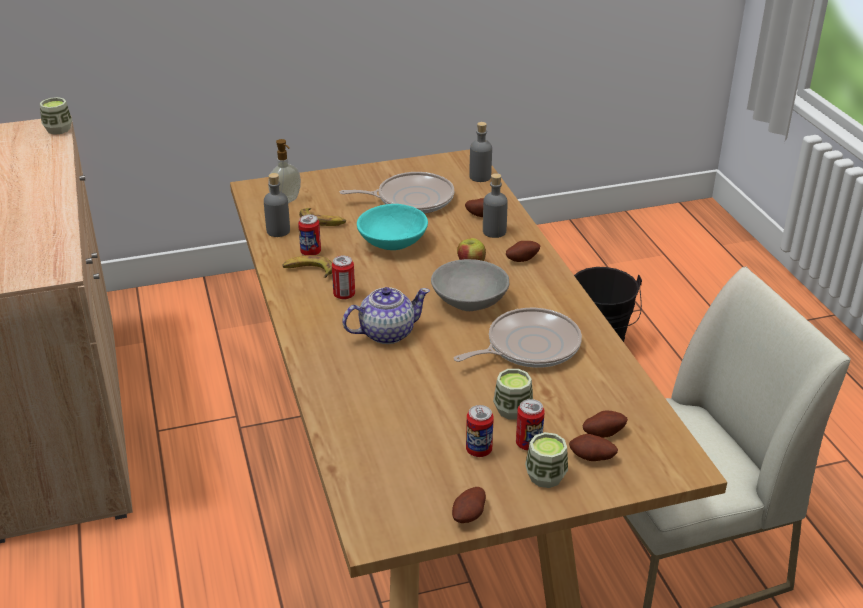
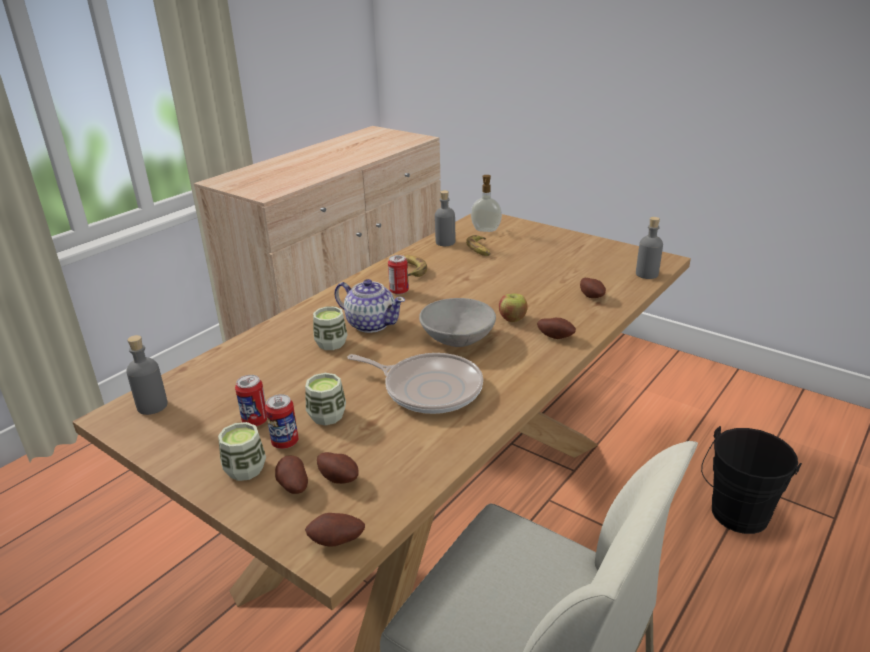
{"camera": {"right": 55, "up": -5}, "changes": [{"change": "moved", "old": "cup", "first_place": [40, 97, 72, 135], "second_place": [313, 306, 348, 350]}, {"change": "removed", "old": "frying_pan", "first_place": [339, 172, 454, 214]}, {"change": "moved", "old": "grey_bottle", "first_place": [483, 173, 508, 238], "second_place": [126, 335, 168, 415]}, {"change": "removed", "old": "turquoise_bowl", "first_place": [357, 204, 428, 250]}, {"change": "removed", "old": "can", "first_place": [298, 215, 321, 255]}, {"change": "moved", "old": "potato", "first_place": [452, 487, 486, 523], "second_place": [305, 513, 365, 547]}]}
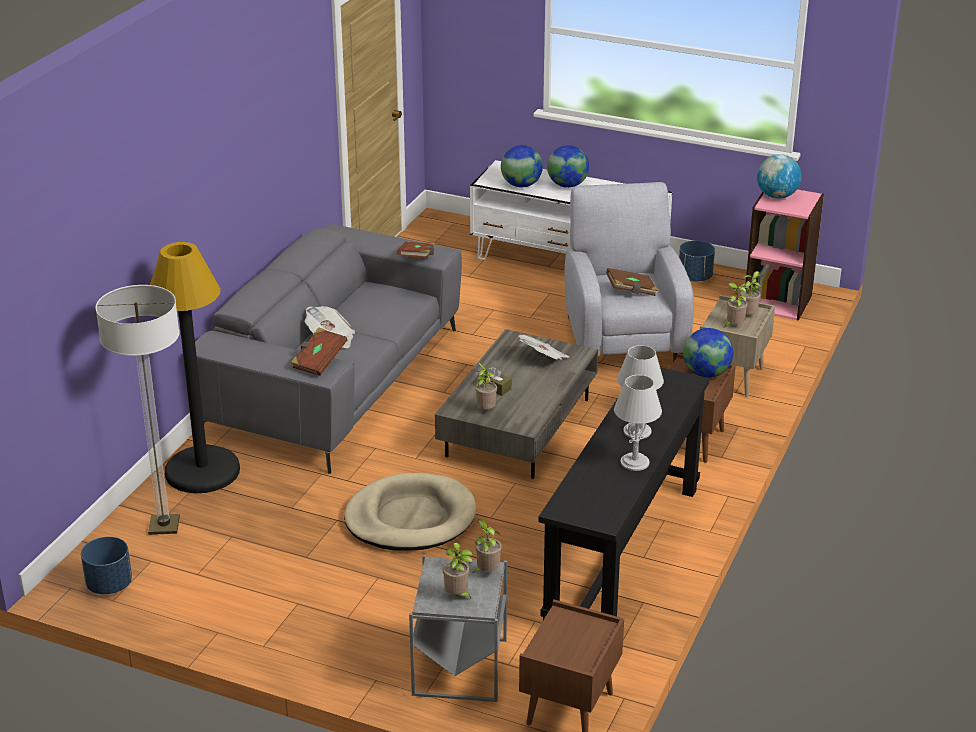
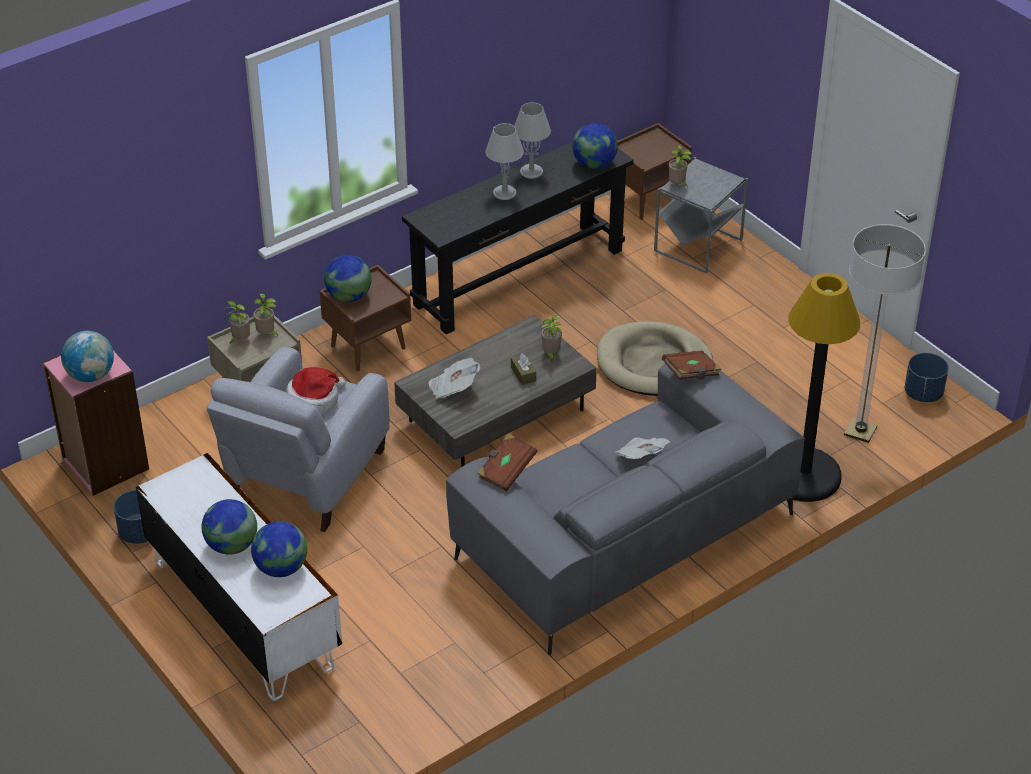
{"camera": {"right": -150, "up": 10}, "changes": [{"change": "replaced", "old": "brown_book", "new": "hat", "first_place": [606, 268, 658, 296], "second_place": [286, 367, 346, 414]}, {"change": "removed", "old": "potted_plant", "first_place": [443, 543, 473, 600]}, {"change": "added", "new": "globe", "second_place": [572, 123, 618, 169]}]}
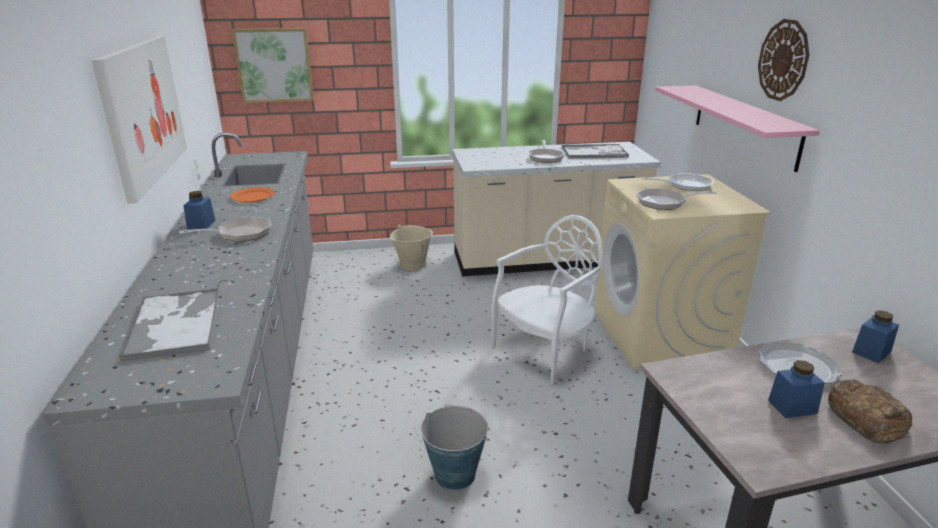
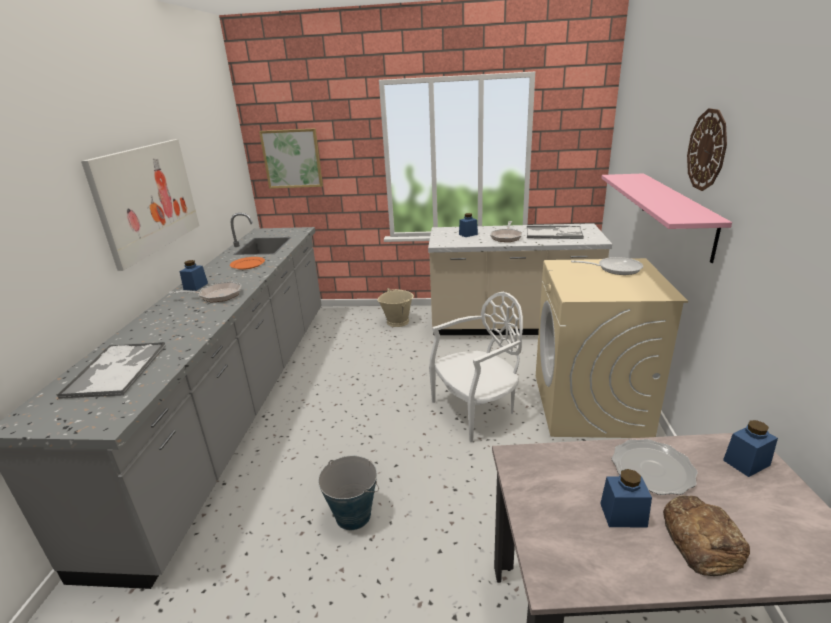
{"camera": {"right": 15, "up": 0}, "changes": [{"change": "removed", "old": "frying_pan", "first_place": [636, 189, 717, 210]}, {"change": "added", "new": "blue_jar", "second_place": [459, 213, 478, 237]}]}
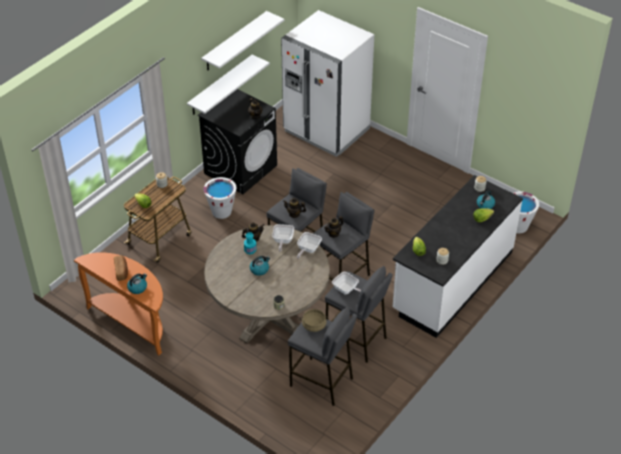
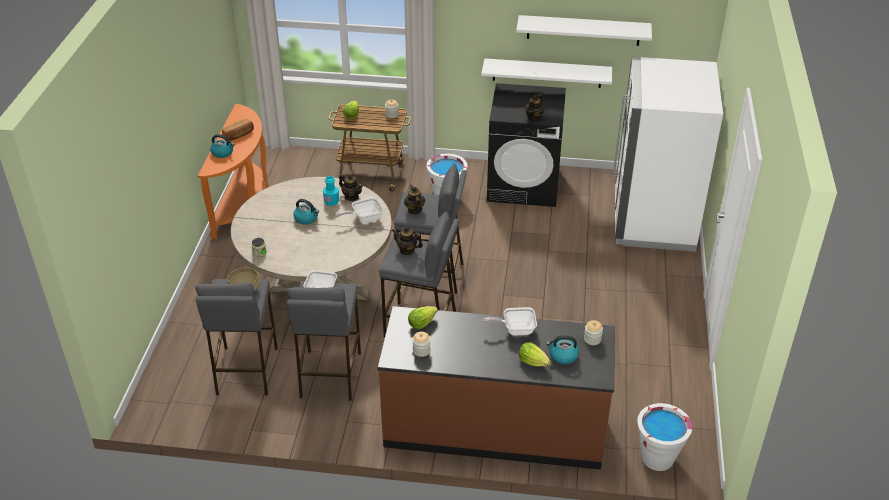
{"camera": {"right": 60, "up": -5}, "changes": [{"change": "recoloured", "old": "white_counter", "new": "brown_counter", "first_place": [393, 175, 523, 338], "second_place": [377, 306, 615, 470]}, {"change": "moved", "old": "frying_pan", "first_place": [297, 232, 322, 259], "second_place": [482, 307, 537, 336]}]}
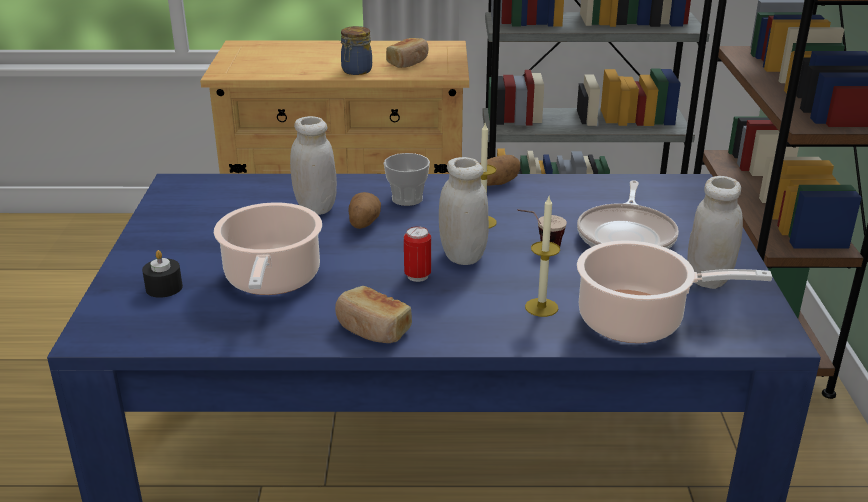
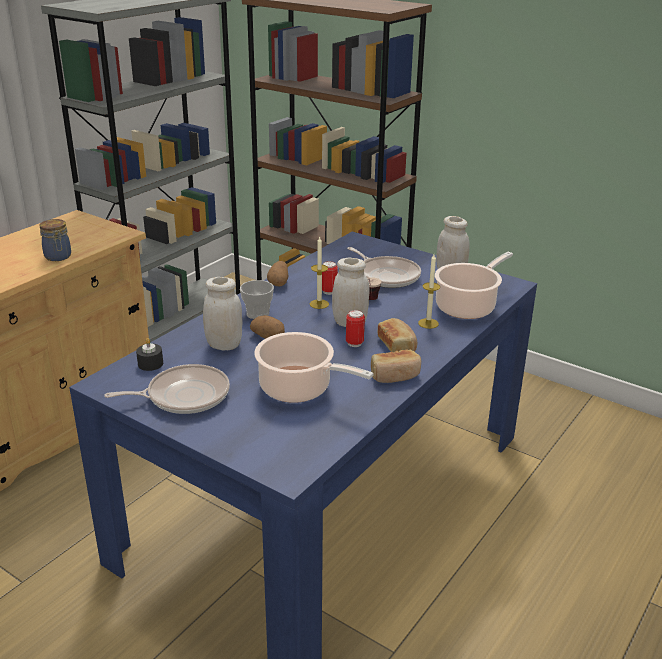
{"camera": {"right": -55, "up": 0}, "changes": [{"change": "moved", "old": "bread", "first_place": [386, 38, 429, 68], "second_place": [378, 318, 417, 353]}, {"change": "moved", "old": "black_candle", "first_place": [142, 250, 183, 298], "second_place": [136, 338, 163, 371]}, {"change": "added", "new": "can", "second_place": [322, 261, 338, 295]}, {"change": "added", "new": "frying_pan", "second_place": [104, 364, 230, 414]}]}
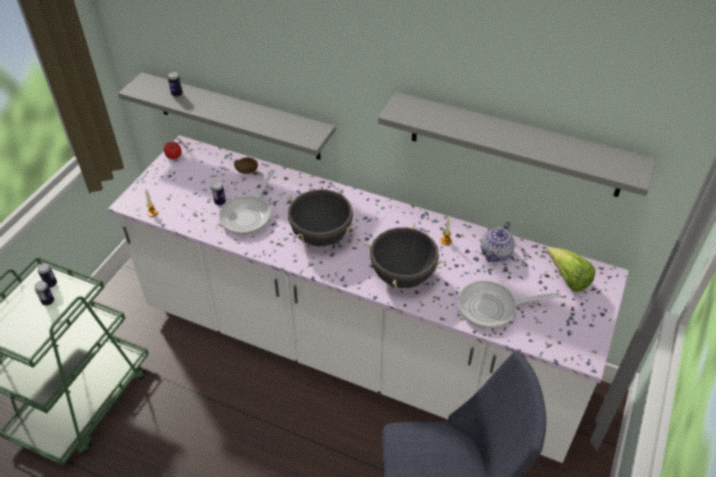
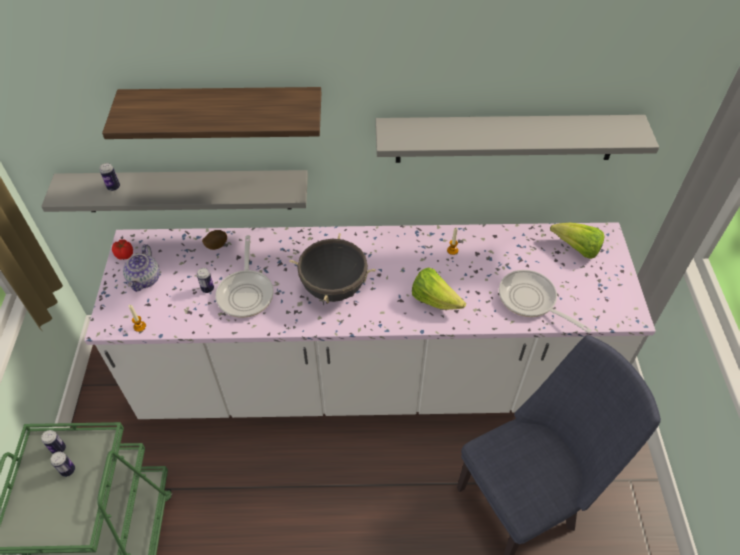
{"camera": {"right": -25, "up": 5}, "changes": [{"change": "moved", "old": "teapot", "first_place": [481, 221, 515, 262], "second_place": [123, 244, 160, 292]}, {"change": "replaced", "old": "black_cooking_pot", "new": "lettuce", "first_place": [363, 223, 447, 289], "second_place": [412, 267, 466, 310]}, {"change": "turned", "old": "frying_pan", "first_place": [458, 281, 560, 328], "second_place": [499, 270, 592, 333], "degrees": 75}, {"change": "added", "new": "shelf", "second_place": [102, 87, 321, 139]}]}
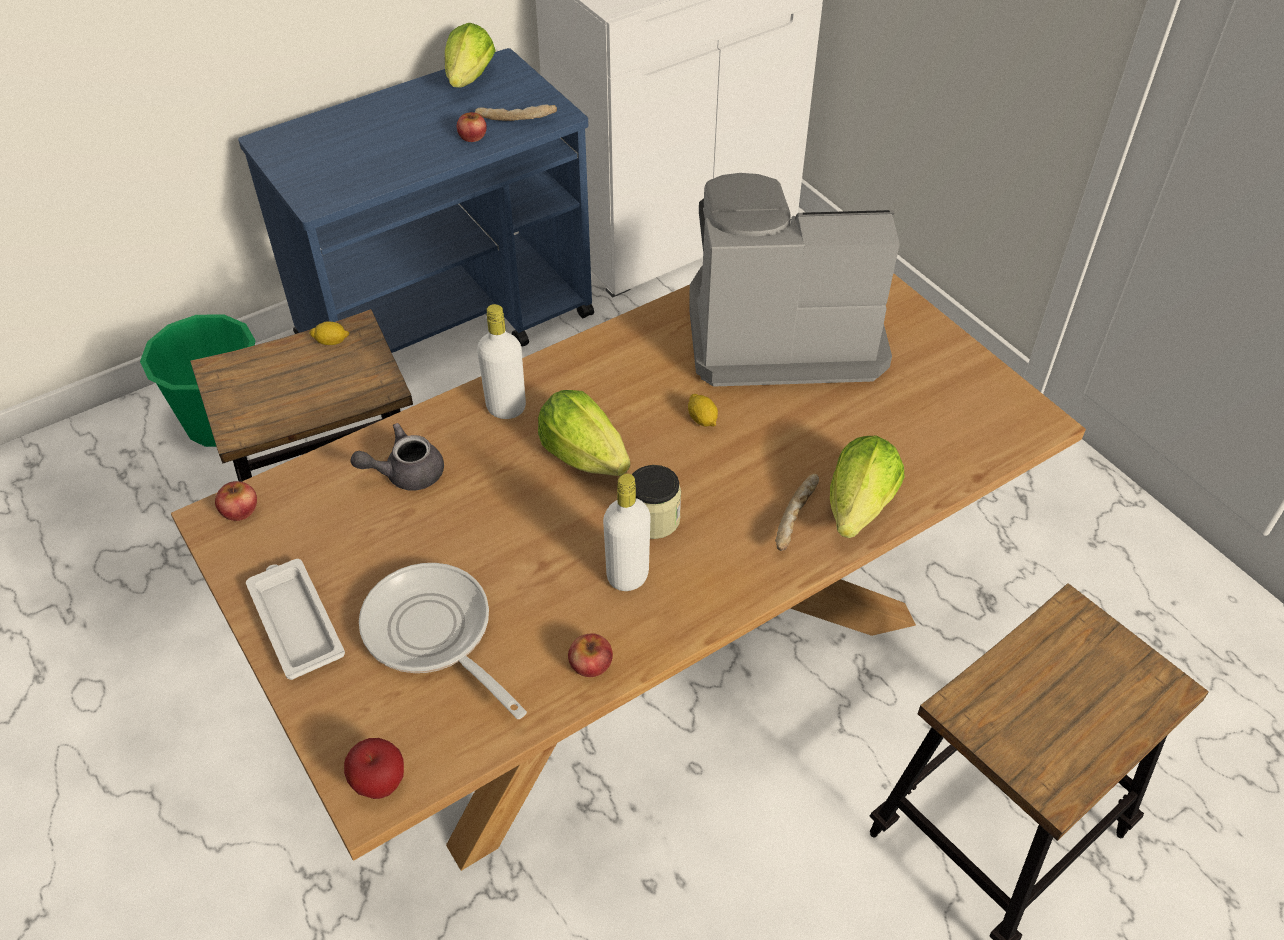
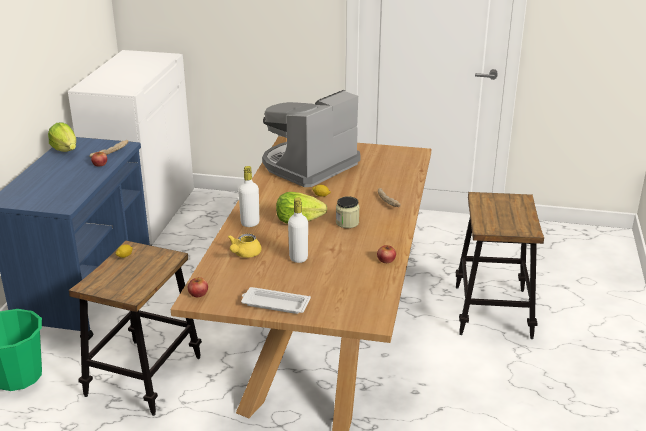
{"camera": {"right": -45, "up": -20}, "changes": [{"change": "recoloured", "old": "grey_teapot", "new": "yellow_teapot", "first_place": [350, 423, 444, 491], "second_place": [228, 234, 262, 258]}, {"change": "removed", "old": "lettuce", "first_place": [830, 436, 904, 538]}, {"change": "moved", "old": "white_bottle", "first_place": [603, 473, 651, 591], "second_place": [288, 198, 308, 263]}, {"change": "removed", "old": "frying_pan", "first_place": [359, 563, 527, 719]}, {"change": "removed", "old": "apple", "first_place": [344, 738, 404, 799]}]}
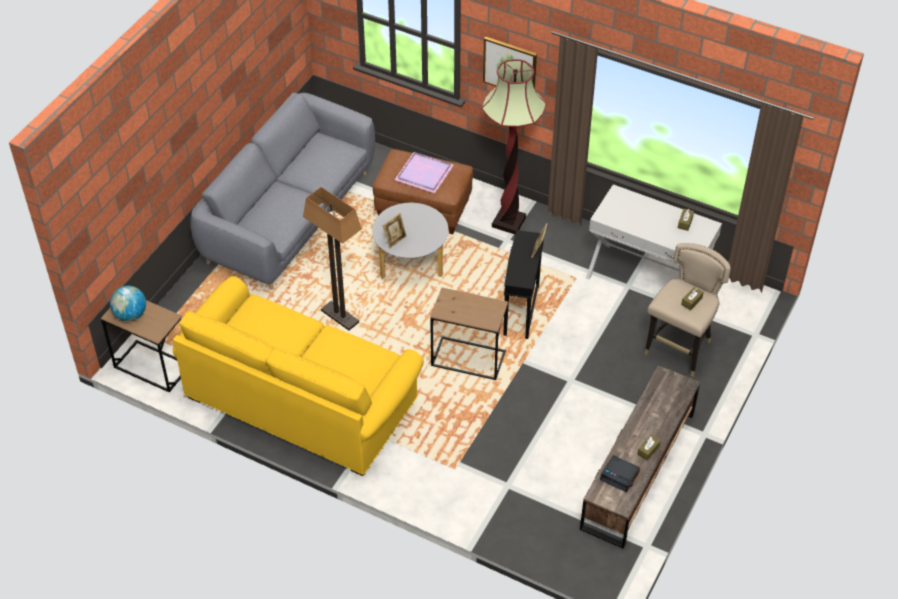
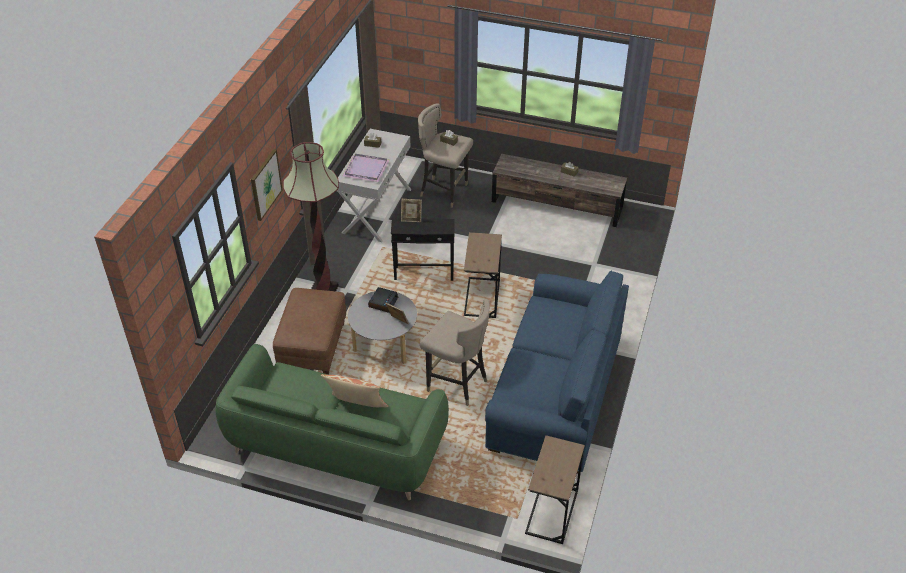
{"camera": {"right": -100, "up": -5}, "changes": [{"change": "recoloured", "old": "grey_sofa", "new": "green_sofa", "first_place": [190, 93, 375, 290], "second_place": [216, 344, 449, 500]}, {"change": "moved", "old": "purple_tray", "first_place": [395, 152, 454, 193], "second_place": [342, 154, 389, 182]}, {"change": "replaced", "old": "floor_lamp", "new": "beige_stool", "first_place": [303, 187, 362, 331], "second_place": [420, 299, 490, 406]}, {"change": "recoloured", "old": "yellow_sofa", "new": "blue_sofa", "first_place": [173, 276, 424, 476], "second_place": [485, 271, 629, 474]}, {"change": "removed", "old": "globe", "first_place": [110, 286, 146, 321]}, {"change": "moved", "old": "alarm_clock", "first_place": [600, 455, 640, 493], "second_place": [368, 287, 398, 313]}, {"change": "added", "new": "pillow", "second_place": [321, 374, 389, 407]}]}
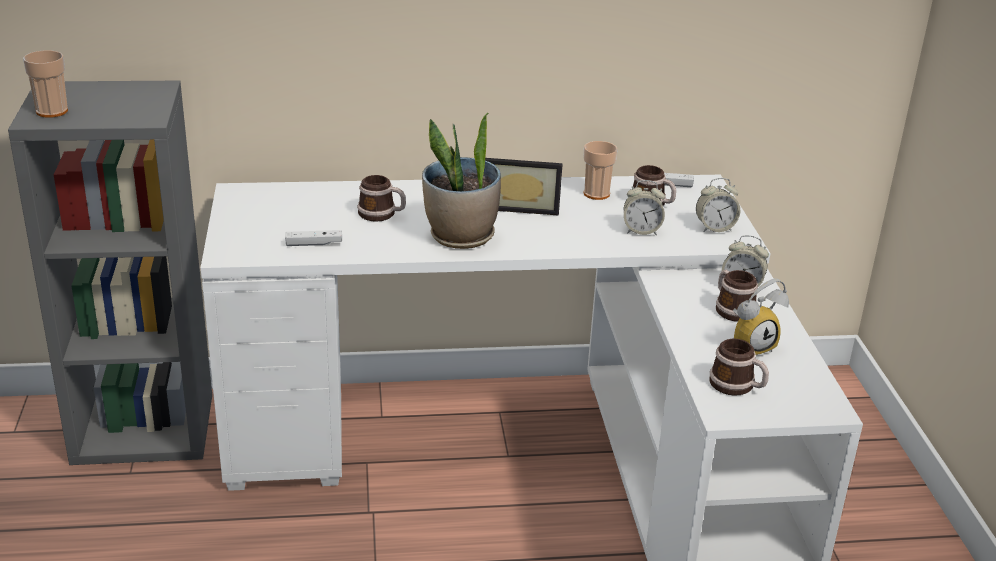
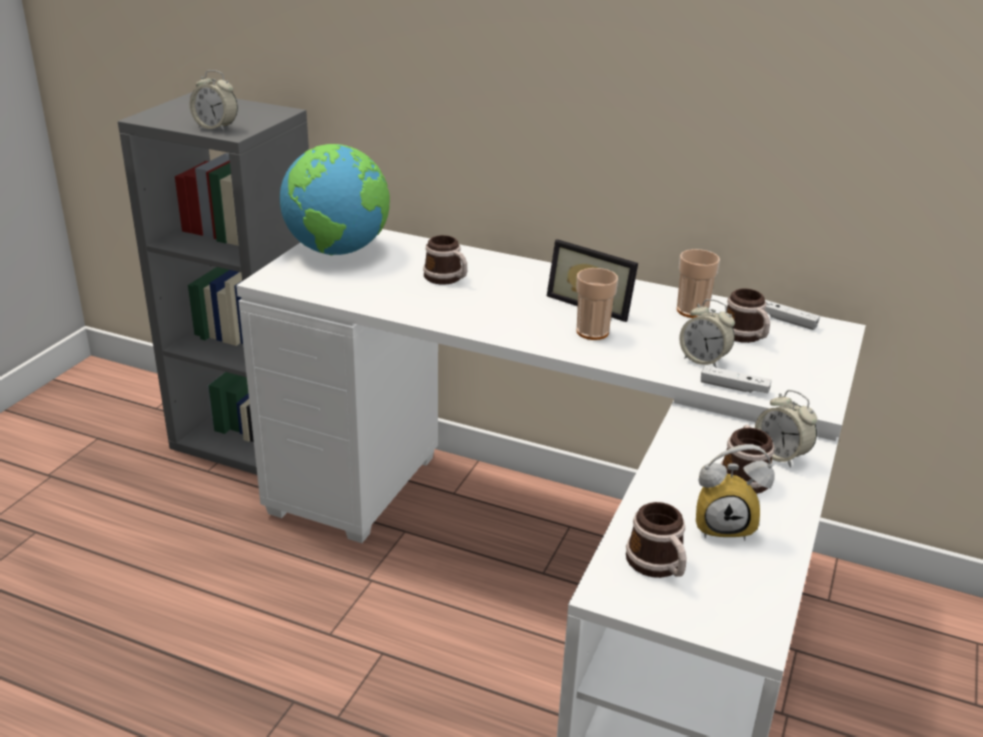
{"camera": {"right": 30, "up": 0}, "changes": [{"change": "moved", "old": "cup", "first_place": [23, 50, 68, 118], "second_place": [576, 268, 618, 340]}, {"change": "removed", "old": "potted_plant", "first_place": [422, 113, 501, 249]}, {"change": "moved", "old": "alarm_clock", "first_place": [696, 178, 740, 232], "second_place": [189, 70, 238, 132]}, {"change": "moved", "old": "white_game_controller", "first_place": [285, 230, 342, 246], "second_place": [701, 365, 771, 393]}, {"change": "added", "new": "globe", "second_place": [280, 144, 390, 256]}]}
